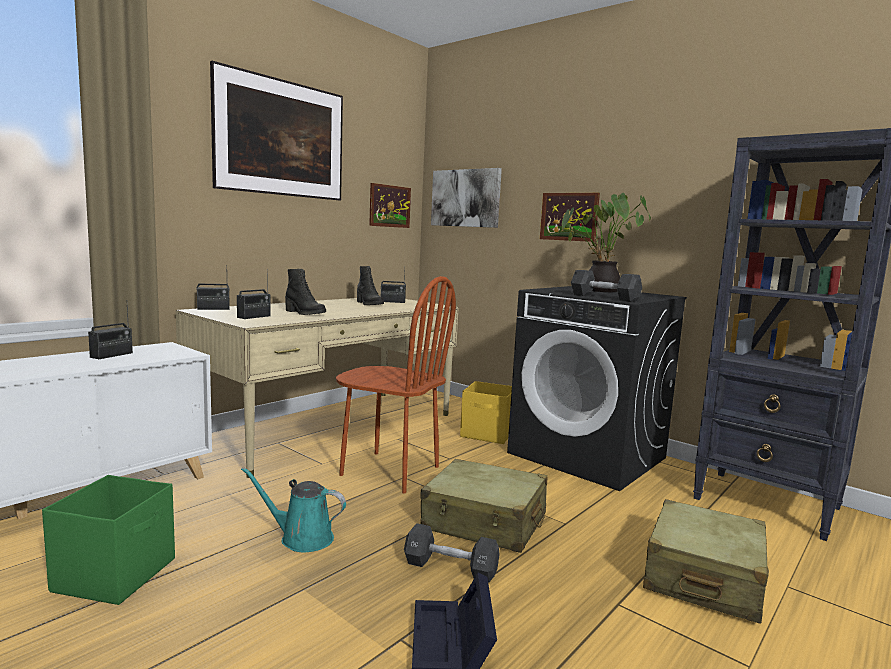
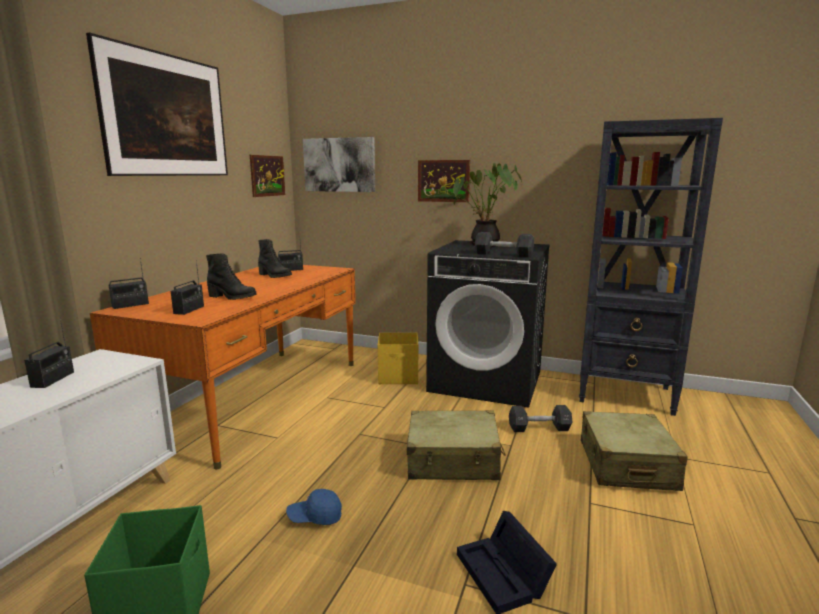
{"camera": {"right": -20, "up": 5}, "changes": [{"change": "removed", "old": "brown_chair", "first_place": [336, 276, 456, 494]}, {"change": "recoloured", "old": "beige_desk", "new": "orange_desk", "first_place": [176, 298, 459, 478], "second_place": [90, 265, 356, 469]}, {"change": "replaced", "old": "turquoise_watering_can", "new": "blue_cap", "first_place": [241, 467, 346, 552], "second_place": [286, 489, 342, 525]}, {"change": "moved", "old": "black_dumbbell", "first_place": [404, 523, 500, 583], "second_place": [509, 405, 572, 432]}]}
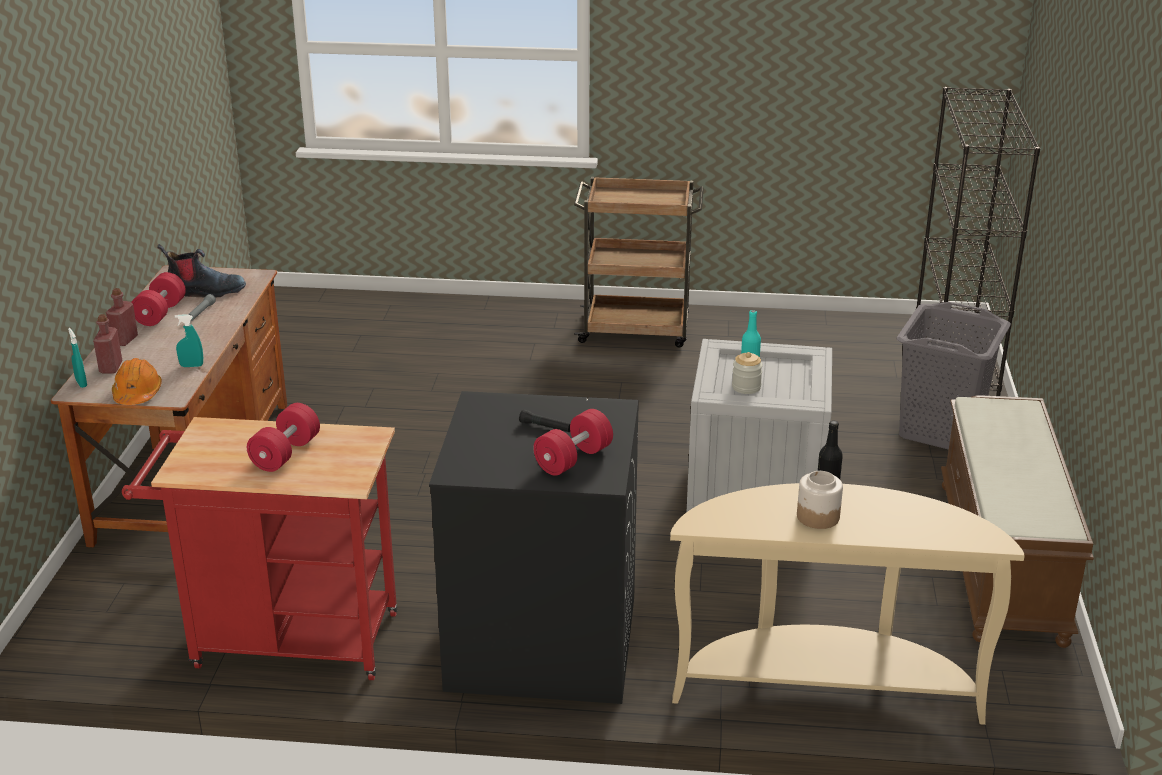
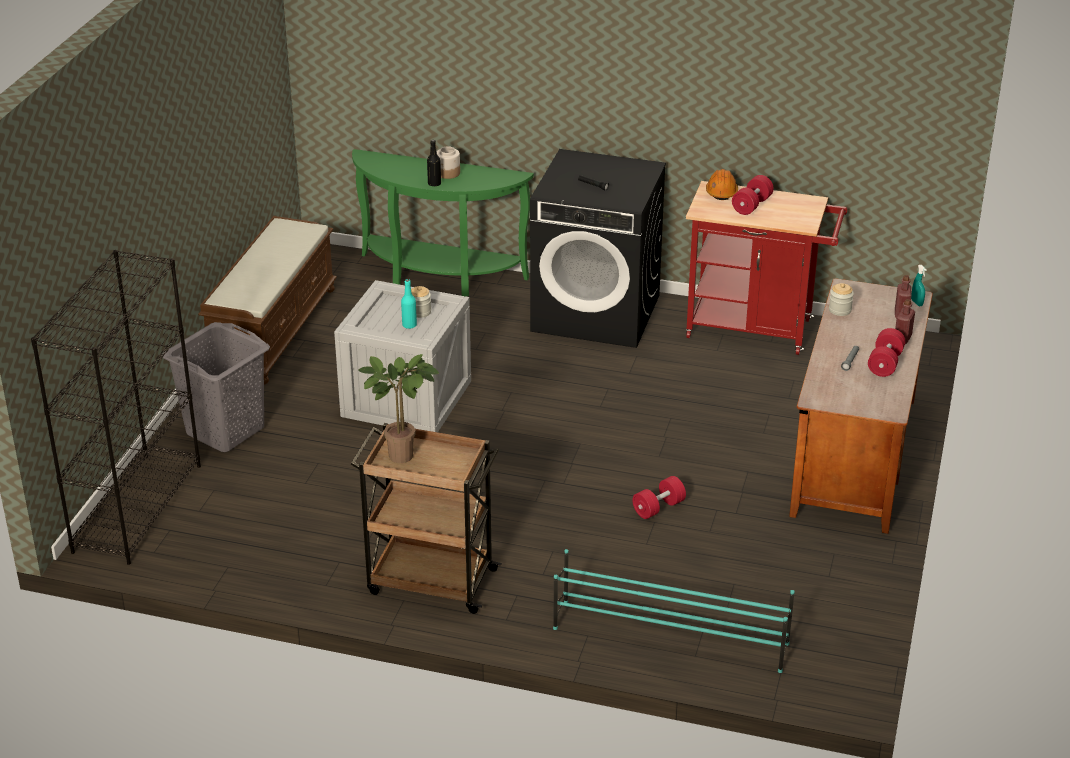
{"camera": {"right": -170, "up": 5}, "changes": [{"change": "removed", "old": "boot", "first_place": [157, 244, 246, 298]}, {"change": "replaced", "old": "turquoise_spray_bottle", "new": "jar", "first_place": [175, 315, 203, 367], "second_place": [829, 283, 854, 316]}, {"change": "moved", "old": "orange_hard_hat", "first_place": [112, 358, 162, 405], "second_place": [706, 169, 738, 200]}, {"change": "moved", "old": "red_dumbbell", "first_place": [533, 409, 613, 476], "second_place": [633, 476, 686, 519]}, {"change": "recoloured", "old": "beige_console_table", "new": "green_console_table", "first_place": [670, 483, 1025, 725], "second_place": [352, 149, 534, 297]}, {"change": "added", "new": "potted_plant", "second_place": [358, 354, 439, 463]}, {"change": "added", "new": "turquoise_shoe_rack", "second_place": [553, 549, 795, 673]}]}
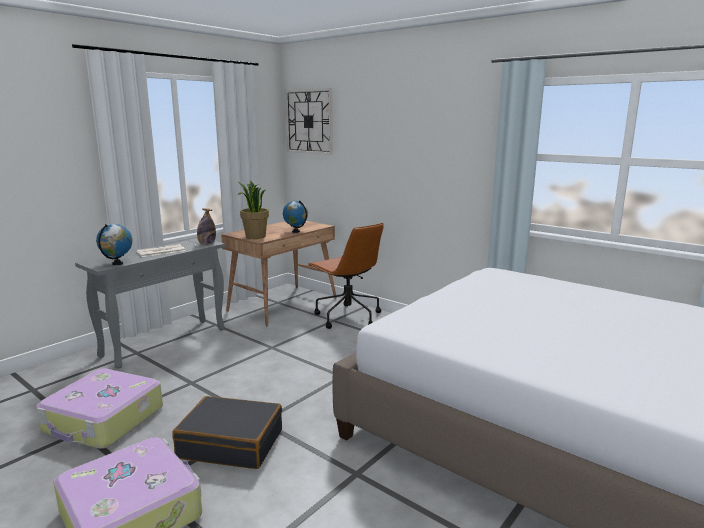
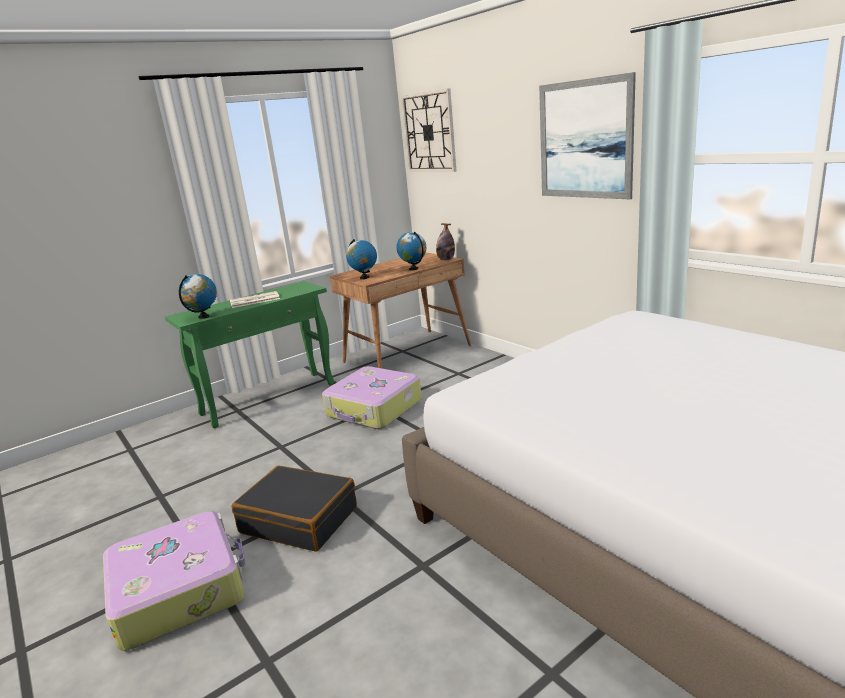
{"camera": {"right": 15, "up": 5}, "changes": [{"change": "replaced", "old": "potted_plant", "new": "globe", "first_place": [238, 181, 269, 239], "second_place": [346, 239, 377, 279]}, {"change": "moved", "old": "bottle", "first_place": [197, 208, 216, 245], "second_place": [436, 223, 455, 260]}, {"change": "removed", "old": "brown_office_chair", "first_place": [307, 223, 384, 329]}, {"change": "recoloured", "old": "grey_console_table", "new": "green_console_table", "first_place": [75, 238, 225, 369], "second_place": [165, 281, 334, 429]}, {"change": "moved", "old": "suitcase", "first_place": [36, 368, 163, 449], "second_place": [322, 366, 422, 429]}, {"change": "added", "new": "picture", "second_place": [539, 72, 636, 199]}]}
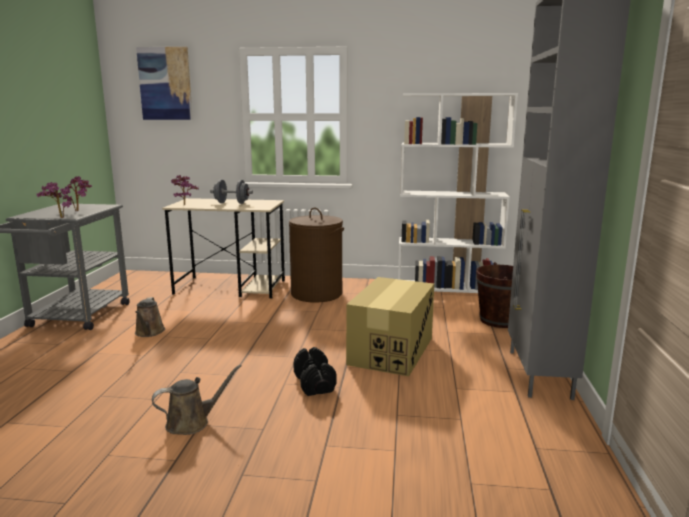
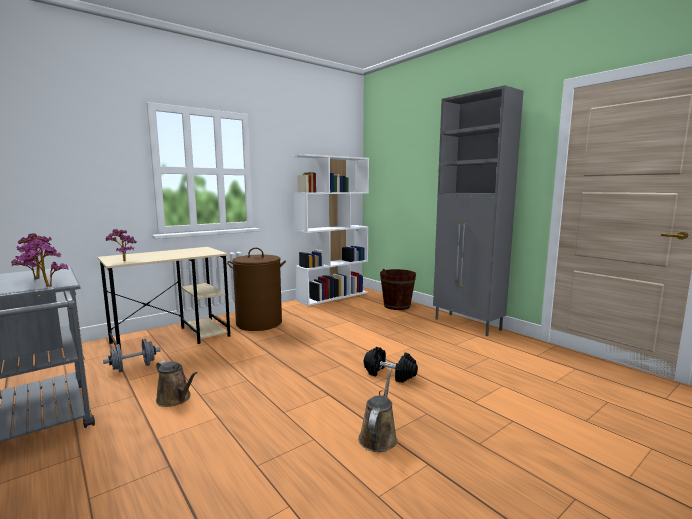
{"camera": {"right": -45, "up": -5}, "changes": [{"change": "removed", "old": "picture", "first_place": [136, 47, 193, 120]}, {"change": "moved", "old": "grey_dumbbell", "first_place": [210, 180, 253, 204], "second_place": [103, 339, 161, 372]}, {"change": "removed", "old": "cardboard_box", "first_place": [346, 277, 434, 376]}]}
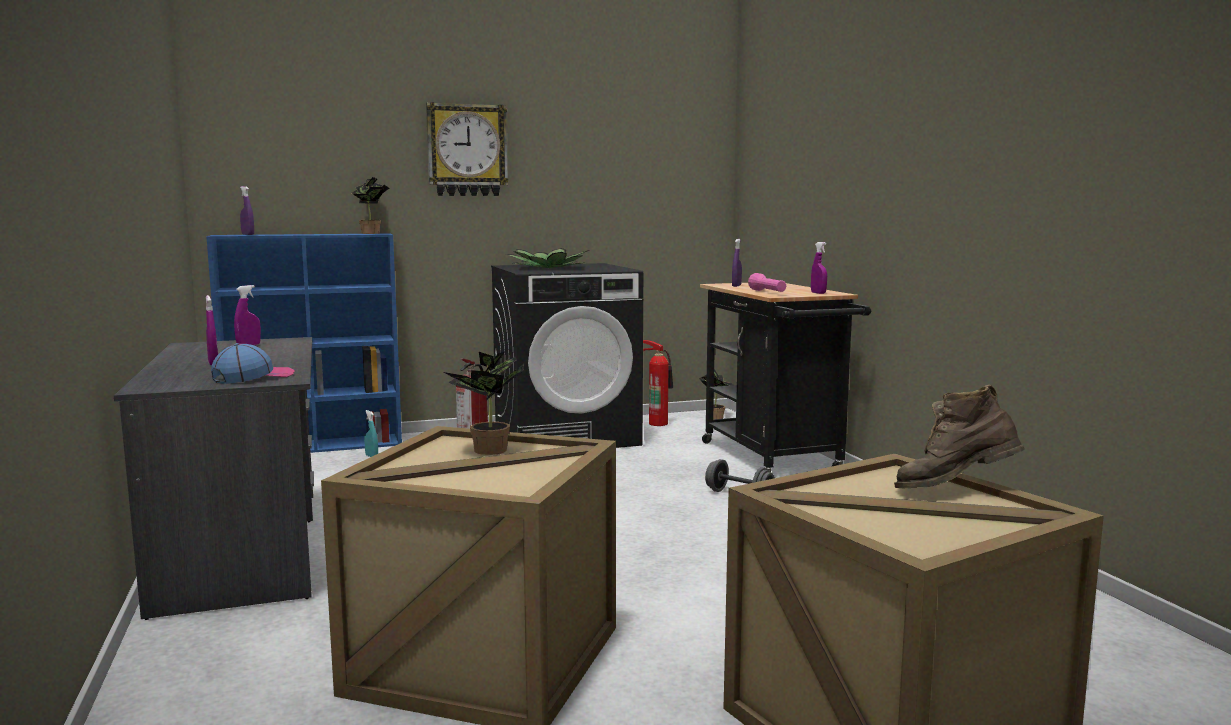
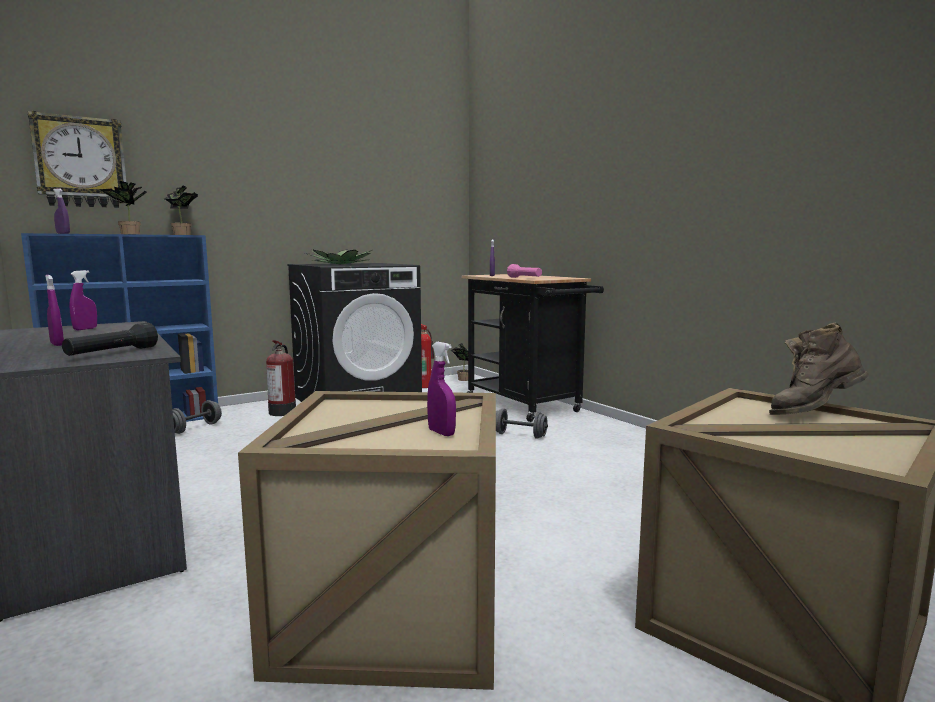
{"camera": {"right": -15, "up": 0}, "changes": [{"change": "moved", "old": "wall_clock", "first_place": [426, 102, 508, 196], "second_place": [28, 111, 126, 208]}, {"change": "moved", "old": "purple_spray_bottle", "first_place": [811, 242, 827, 294], "second_place": [427, 342, 456, 436]}, {"change": "replaced", "old": "cap", "new": "black_flashlight", "first_place": [211, 343, 295, 384], "second_place": [62, 323, 158, 356]}, {"change": "moved", "old": "potted_plant", "first_place": [443, 352, 524, 455], "second_place": [99, 181, 147, 235]}, {"change": "replaced", "old": "turquoise_spray_bottle", "new": "grey_dumbbell", "first_place": [364, 410, 378, 457], "second_place": [172, 400, 222, 434]}]}
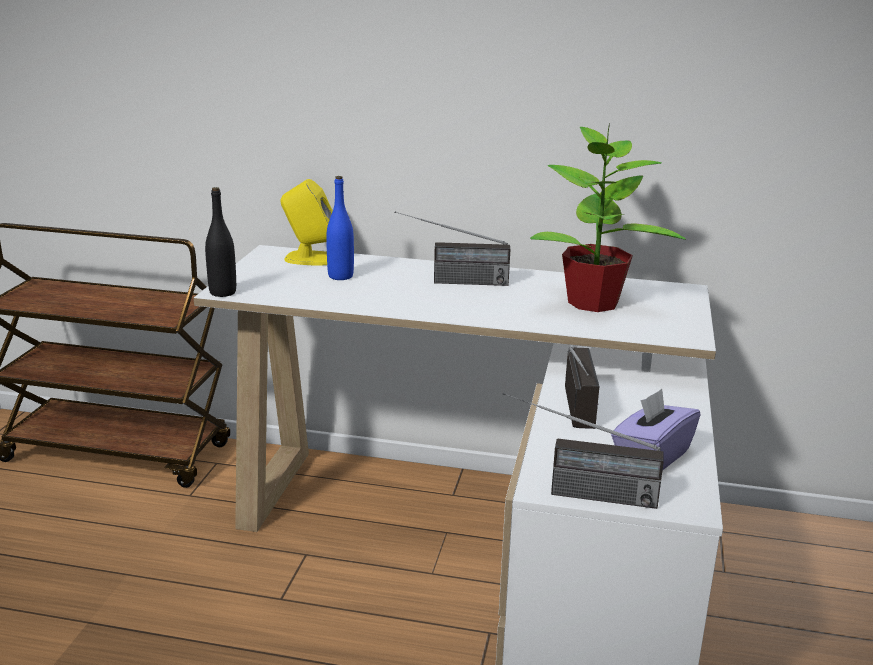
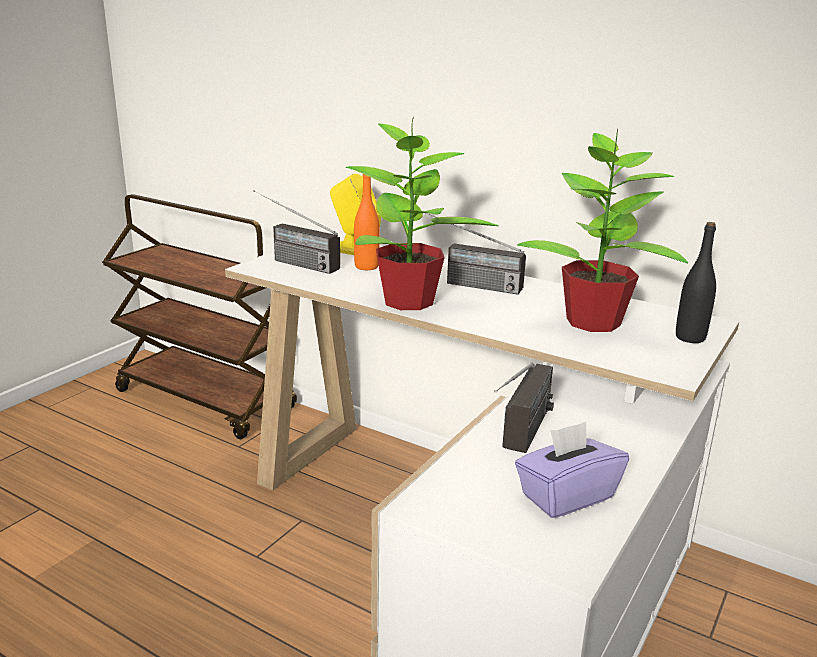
{"camera": {"right": 20, "up": 0}, "changes": [{"change": "recoloured", "old": "blue_bottle", "new": "orange_bottle", "first_place": [326, 176, 354, 280], "second_place": [354, 174, 380, 270]}, {"change": "moved", "old": "black_bottle", "first_place": [205, 187, 236, 297], "second_place": [676, 222, 716, 343]}, {"change": "moved", "old": "radio", "first_place": [502, 392, 664, 509], "second_place": [253, 190, 340, 274]}, {"change": "added", "new": "potted_plant", "second_place": [346, 117, 498, 310]}]}
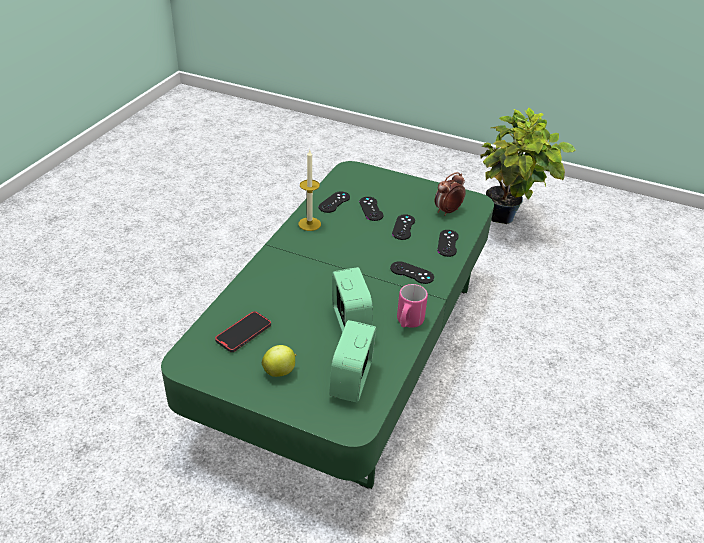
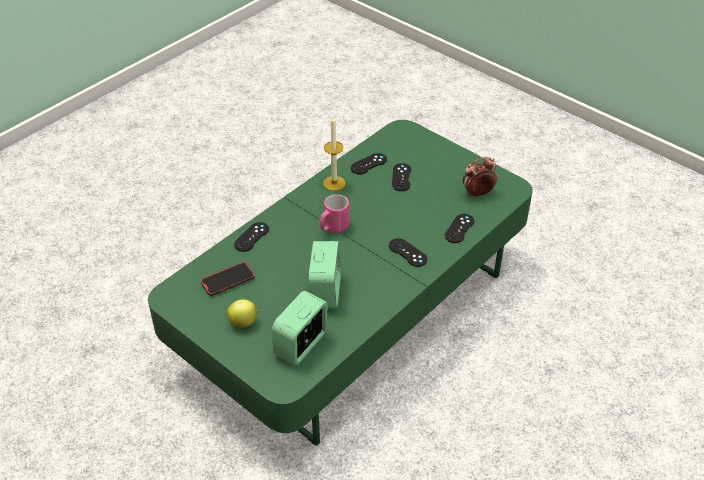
{"camera": {"right": 20, "up": 5}, "changes": [{"change": "removed", "old": "potted_plant", "first_place": [480, 107, 576, 224]}, {"change": "moved", "old": "black_game_controller", "first_place": [392, 214, 415, 240], "second_place": [234, 222, 269, 252]}, {"change": "moved", "old": "pink_mug", "first_place": [397, 284, 428, 328], "second_place": [320, 194, 349, 233]}]}
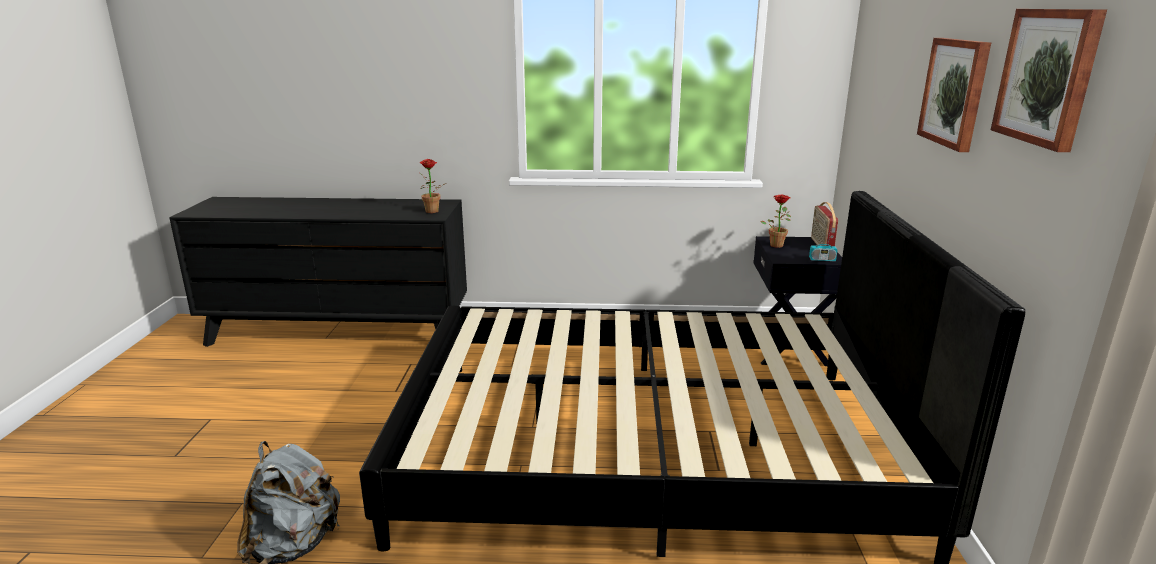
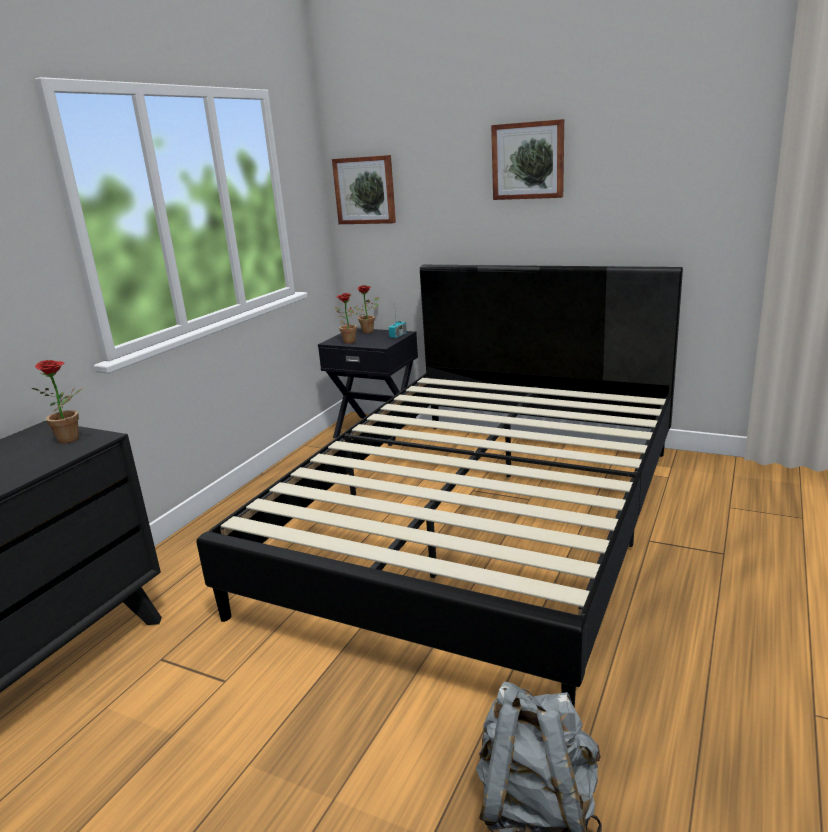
{"camera": {"right": -65, "up": 0}, "changes": [{"change": "moved", "old": "picture", "first_place": [991, 9, 1107, 152], "second_place": [332, 155, 396, 224]}, {"change": "replaced", "old": "radio", "new": "potted_plant", "first_place": [811, 202, 838, 246], "second_place": [348, 285, 379, 333]}]}
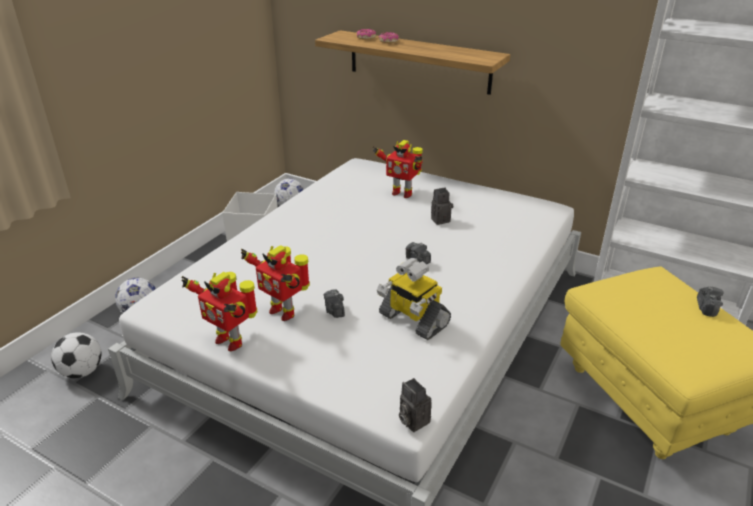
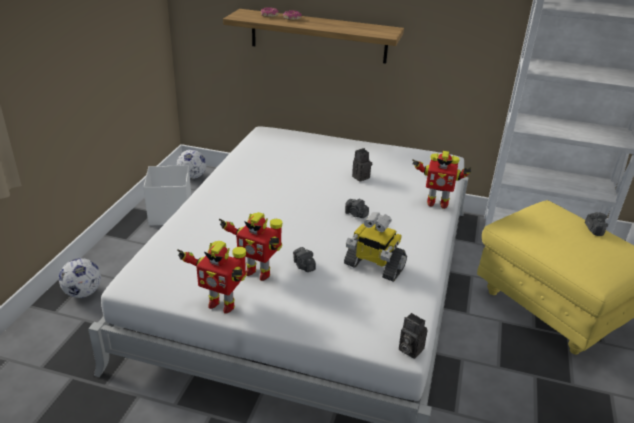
{"camera": {"right": -15, "up": 0}, "changes": [{"change": "moved", "old": "toy_robot", "first_place": [372, 140, 423, 198], "second_place": [412, 151, 471, 209]}, {"change": "removed", "old": "football", "first_place": [51, 332, 102, 378]}]}
